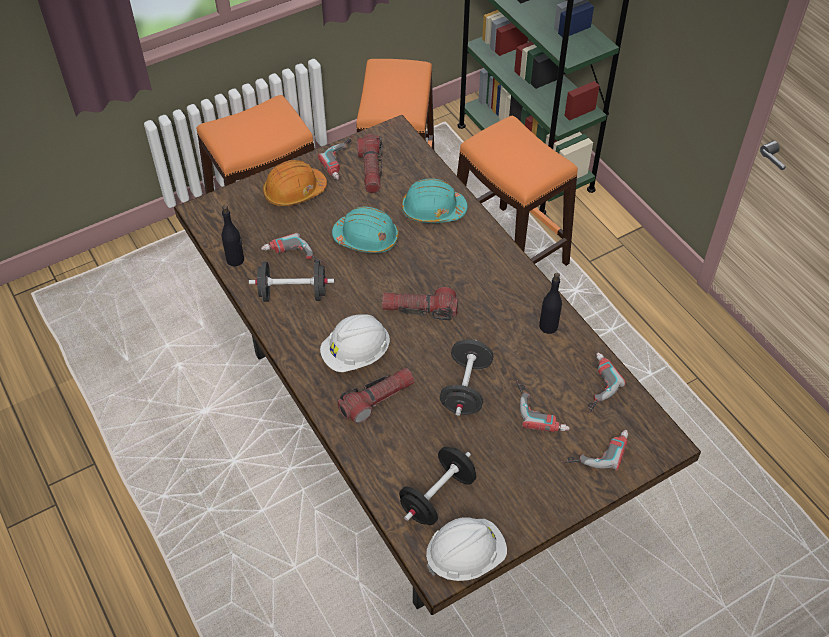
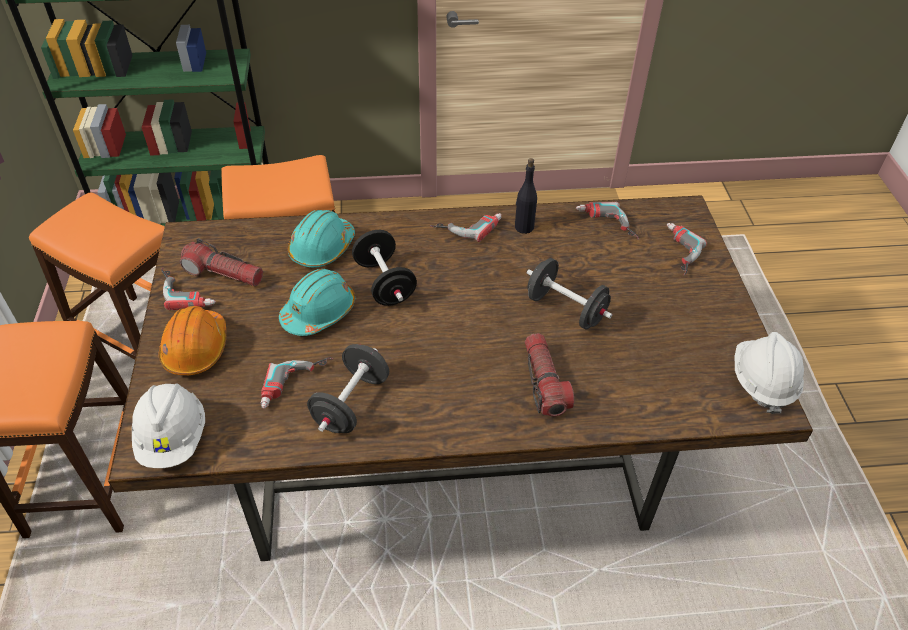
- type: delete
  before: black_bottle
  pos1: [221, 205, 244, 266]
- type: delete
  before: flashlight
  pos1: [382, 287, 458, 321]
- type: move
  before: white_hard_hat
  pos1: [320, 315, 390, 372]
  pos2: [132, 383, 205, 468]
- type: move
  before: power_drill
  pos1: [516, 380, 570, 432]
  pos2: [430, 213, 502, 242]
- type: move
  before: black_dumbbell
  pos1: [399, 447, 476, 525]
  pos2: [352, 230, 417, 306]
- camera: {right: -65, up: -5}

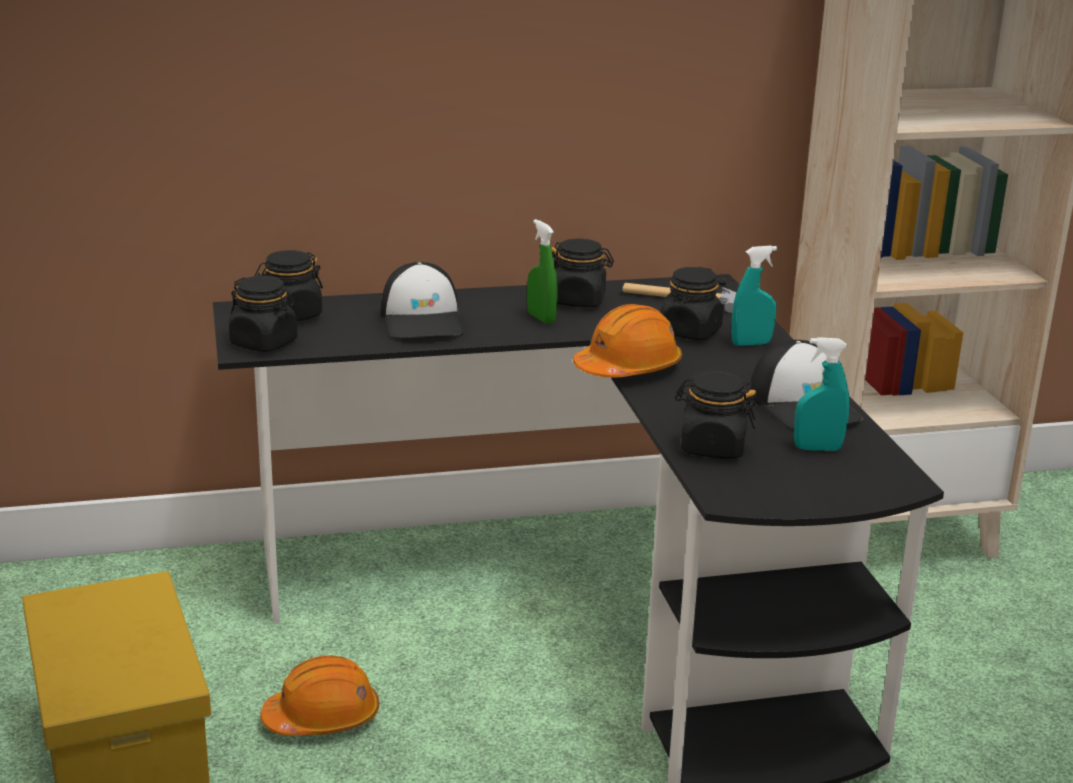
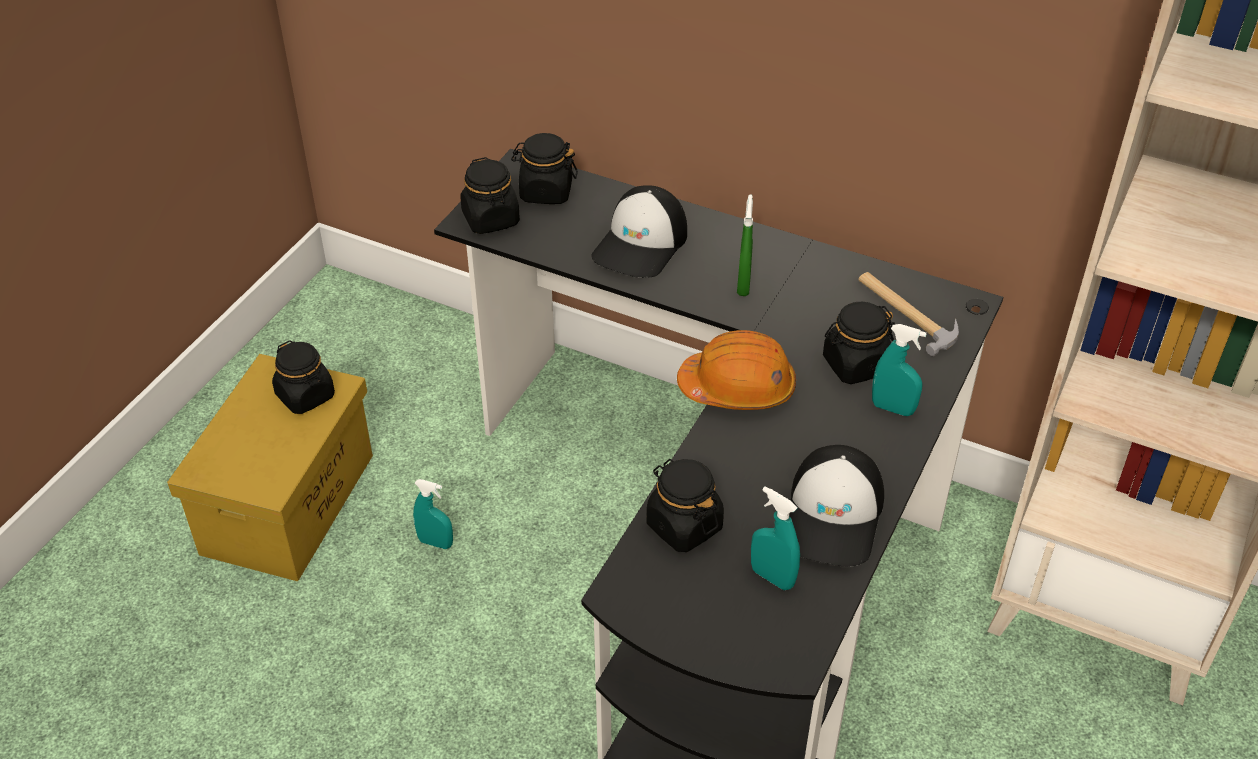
- type: move
  before: black_jar
  pos1: [551, 238, 614, 307]
  pos2: [272, 340, 335, 414]
- type: replace
  before: orange_hard_hat
  after: turquoise_spray_bottle
  pos1: [260, 655, 379, 736]
  pos2: [413, 479, 453, 549]
- camera: {right: 40, up: 20}

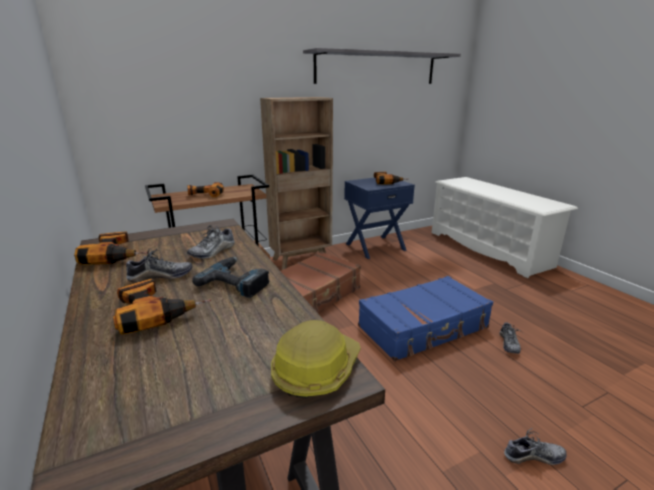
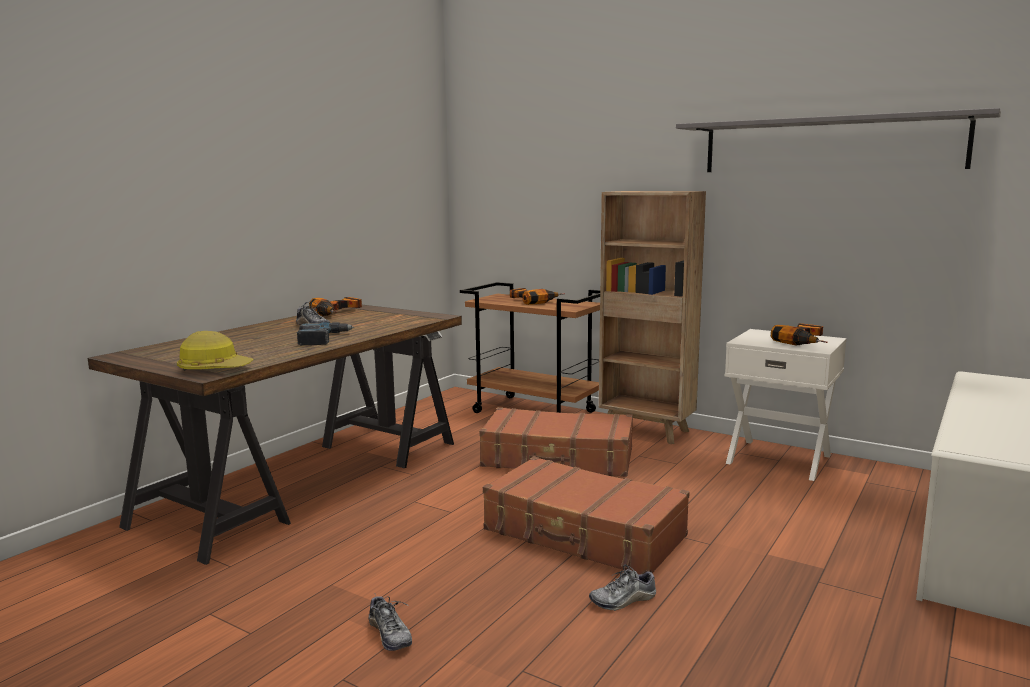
- type: recolor
  before: blue_nightstand
  after: white_nightstand
  pos1: [344, 178, 415, 259]
  pos2: [725, 329, 847, 481]
- type: delete
  before: shoe
  pos1: [187, 225, 235, 259]
- type: recolor
  before: blue_suitcase
  after: brown_suitcase
  pos1: [358, 276, 493, 361]
  pos2: [483, 456, 690, 575]
- type: delete
  before: power_drill
  pos1: [113, 279, 211, 335]
- camera: {right: 60, up: -10}

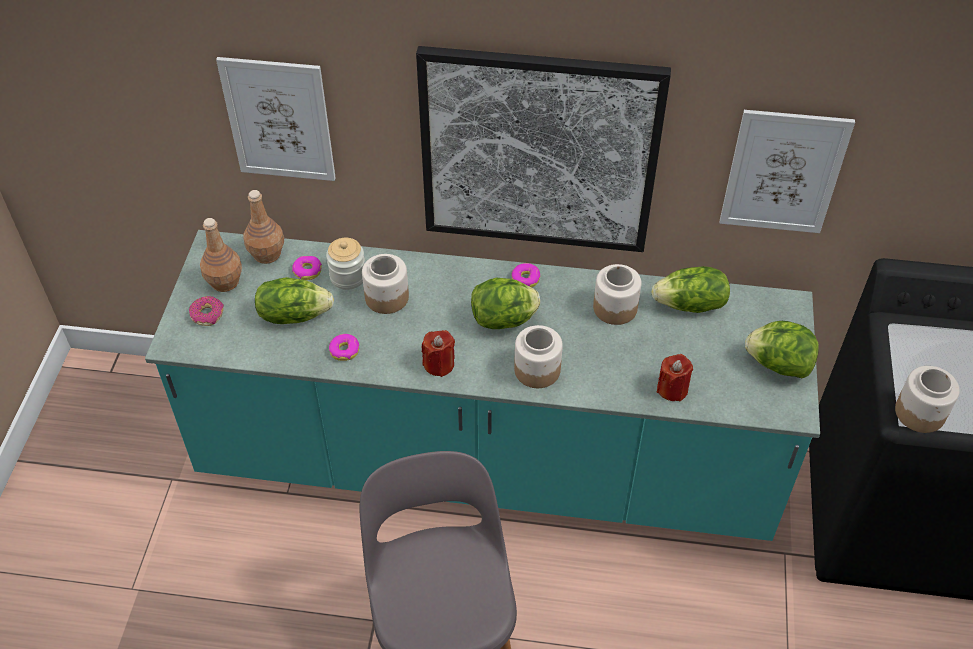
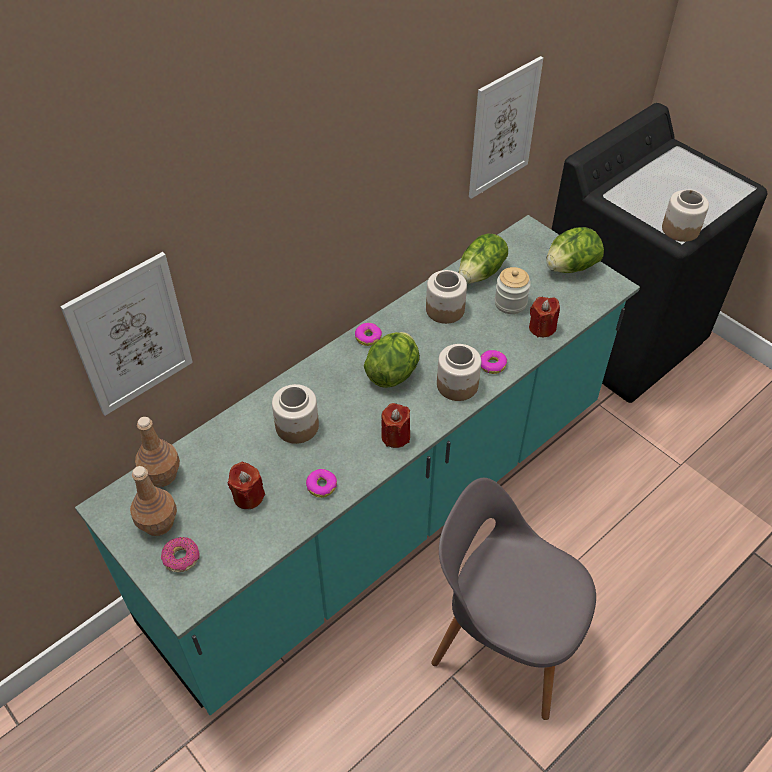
- type: delete
  before: picture
  pos1: [416, 46, 671, 252]
- type: move
  before: jar
  pos1: [326, 238, 365, 290]
  pos2: [495, 267, 531, 314]
- type: move
  before: donut
  pos1: [292, 256, 322, 280]
  pos2: [481, 350, 507, 374]
- type: replace
  before: lettuce
  after: red_candle
  pos1: [255, 277, 334, 324]
  pos2: [228, 462, 265, 509]
- camera: {right: -50, up: 0}

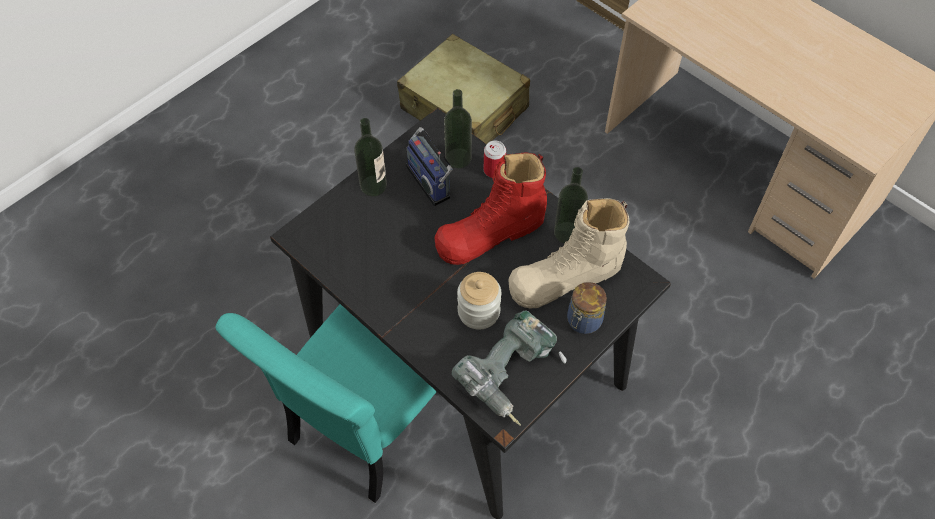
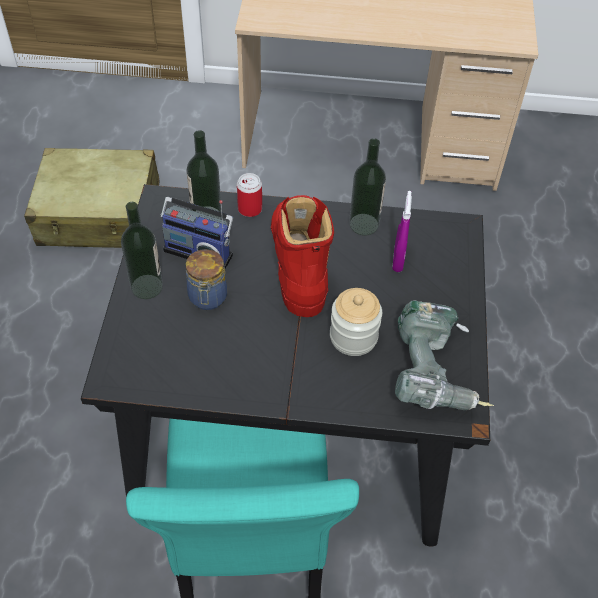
- type: rotate
  before: red_boot
  pos1: [435, 152, 547, 265]
  pos2: [271, 195, 334, 317]
  turn: 150
- type: replace
  before: beige_boot
  after: purple_spray_bottle
  pos1: [508, 198, 629, 309]
  pos2: [392, 191, 412, 272]
- type: move
  before: jar
  pos1: [567, 282, 607, 334]
  pos2: [186, 249, 227, 310]
- camera: {right: -40, up: -5}

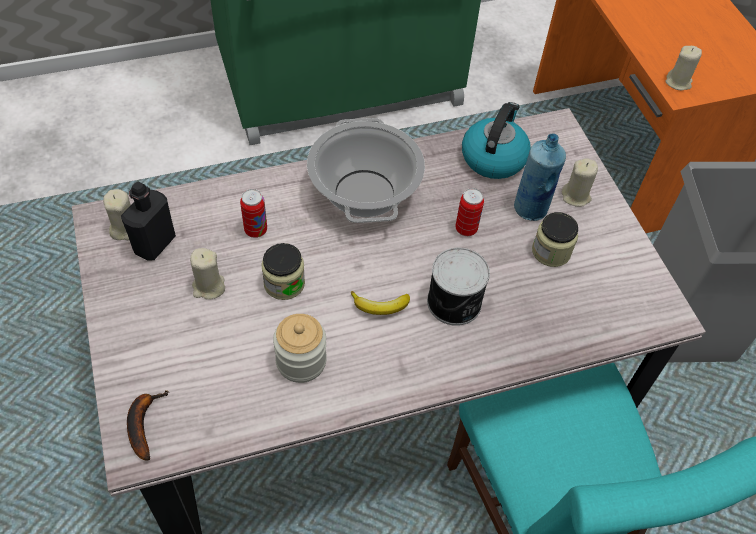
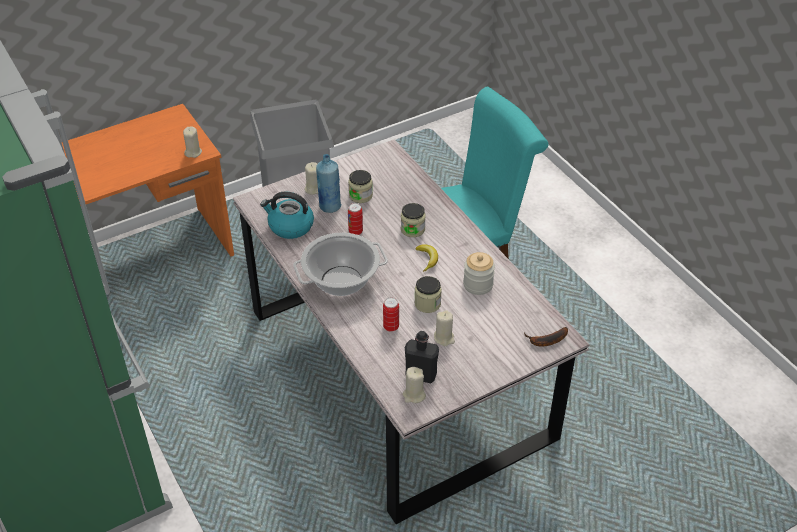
- type: replace
  before: can
  after: jar
  pos1: [427, 248, 490, 326]
  pos2: [401, 203, 426, 237]
- camera: {right: -100, up: -10}

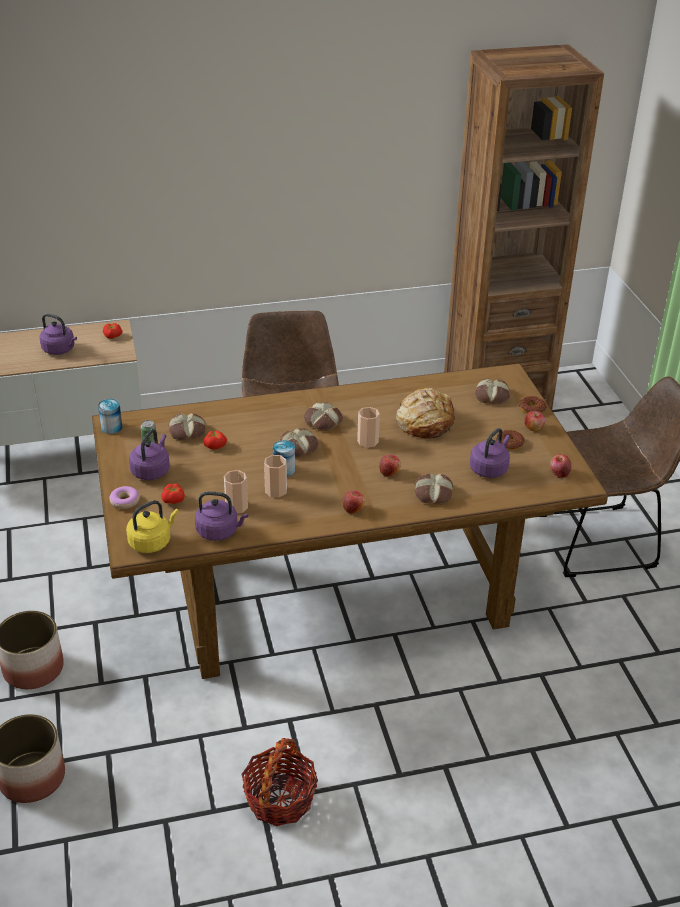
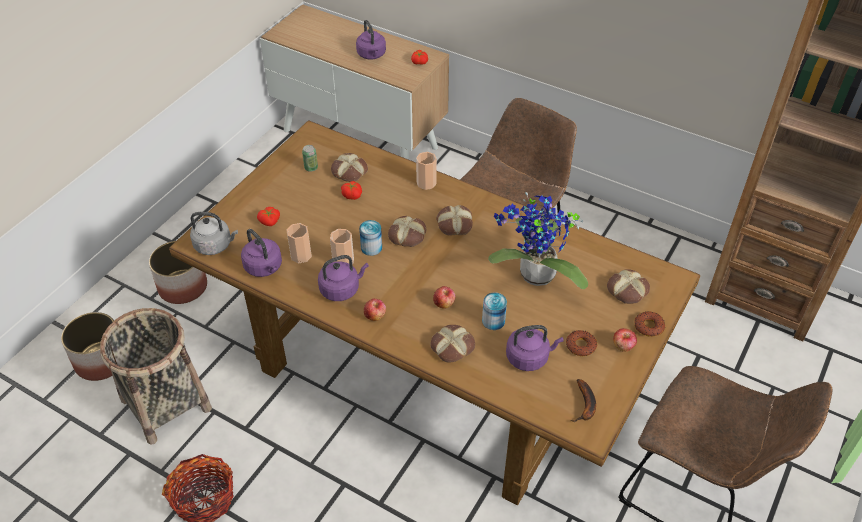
- type: replace
  before: bread
  after: potted_plant
  pos1: [396, 388, 455, 439]
  pos2: [488, 192, 588, 289]
- type: move
  before: can
  pos1: [98, 399, 122, 434]
  pos2: [482, 292, 507, 330]
- type: move
  before: cup
  pos1: [357, 407, 380, 448]
  pos2: [416, 152, 437, 190]
- type: move
  before: purple_kettle
  pos1: [129, 429, 170, 480]
  pos2: [318, 255, 369, 301]
- type: replace
  before: apple
  after: banana
  pos1: [550, 454, 571, 478]
  pos2: [571, 379, 596, 422]
- type: delete
  before: donut
  pos1: [109, 486, 140, 509]
- type: recolor
  before: yellow_kettle
  after: grey_kettle
  pos1: [126, 500, 179, 553]
  pos2: [190, 212, 238, 255]
- type: insert
  after: basket
  pos2: [100, 308, 212, 445]
- camera: {right: 45, up: 10}

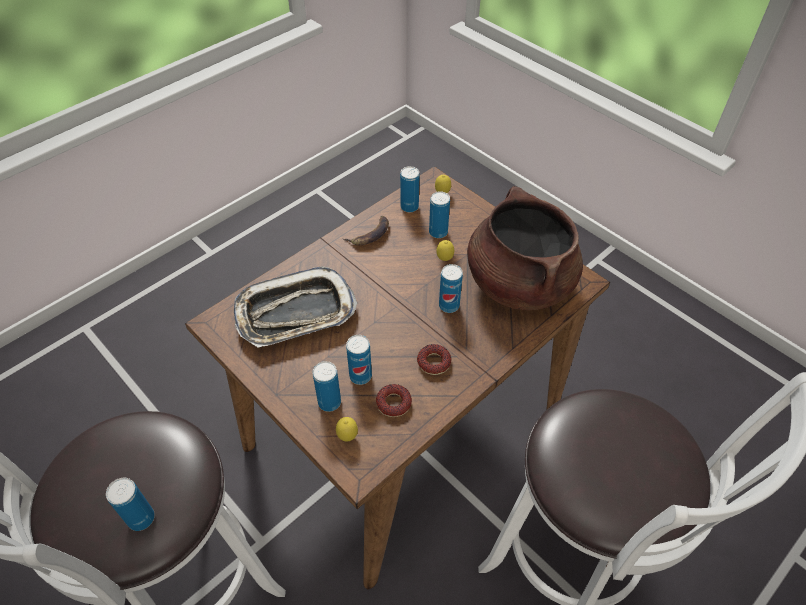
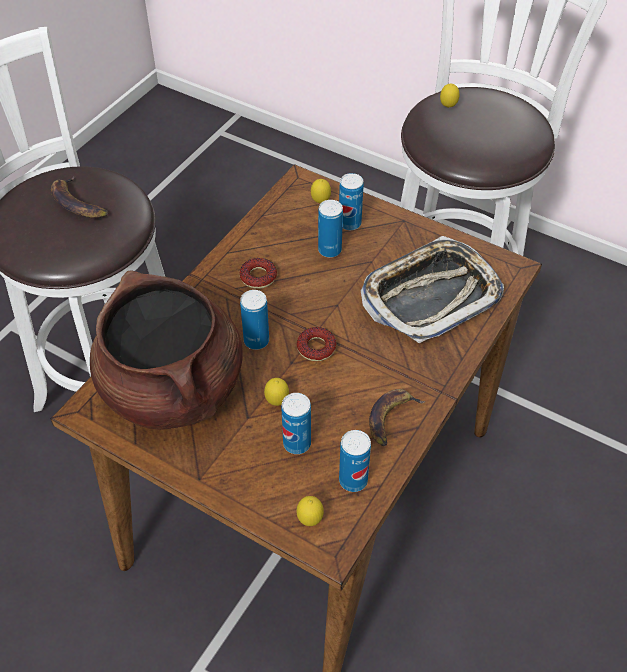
- type: move
  before: donut
  pos1: [376, 384, 412, 417]
  pos2: [297, 327, 336, 361]
- type: replace
  before: can
  after: lemon
  pos1: [106, 478, 155, 531]
  pos2: [440, 84, 460, 108]
- type: insert
  after: banana
  pos2: [51, 176, 109, 218]
- camera: {right: 165, up: 0}

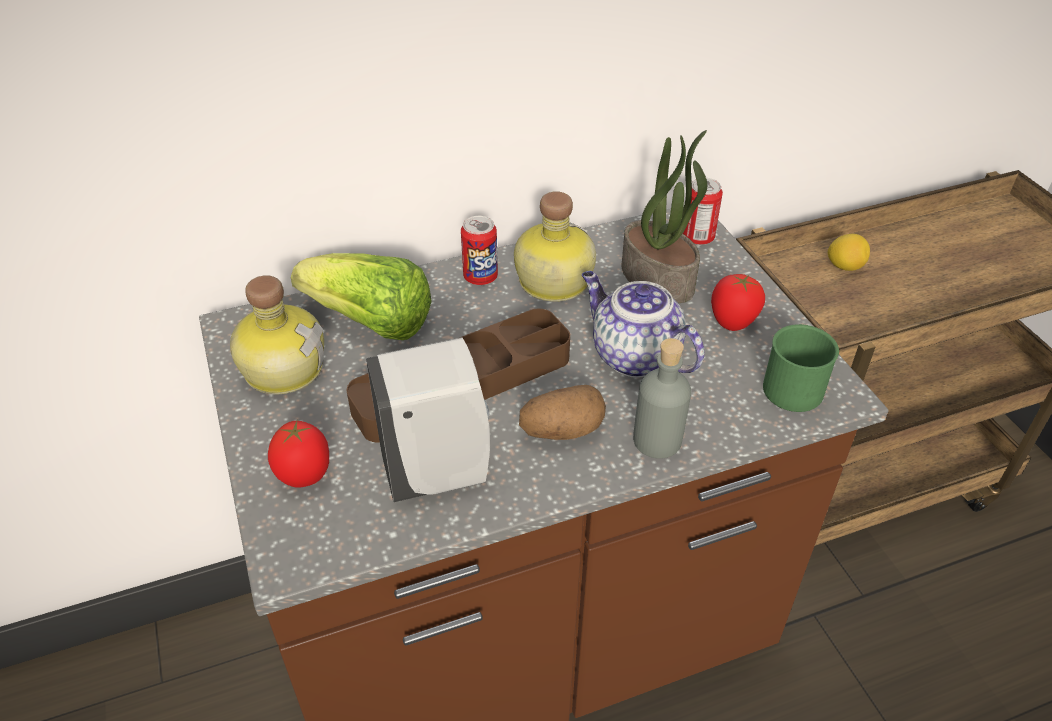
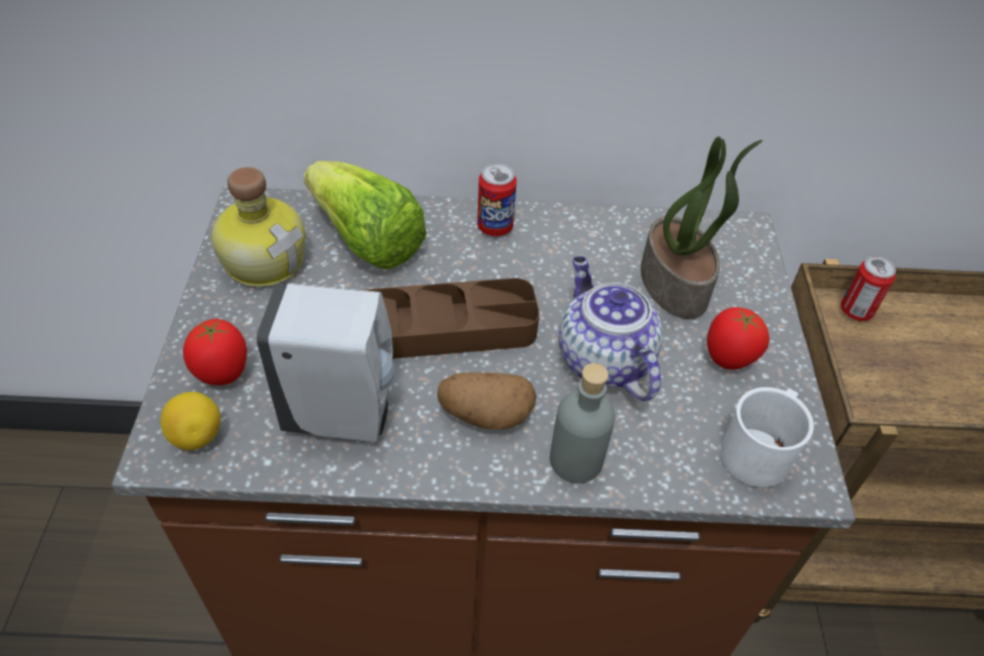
- type: move
  before: can
  pos1: [683, 178, 723, 245]
  pos2: [841, 256, 896, 321]
- type: delete
  before: bottle
  pos1: [514, 192, 596, 302]
- type: move
  before: lemon
  pos1: [828, 234, 870, 271]
  pos2: [160, 392, 221, 450]
- type: recolor
  before: green_mug
  after: white_mug
  pos1: [763, 324, 839, 412]
  pos2: [720, 387, 814, 487]
- camera: {right: 20, up: 5}

